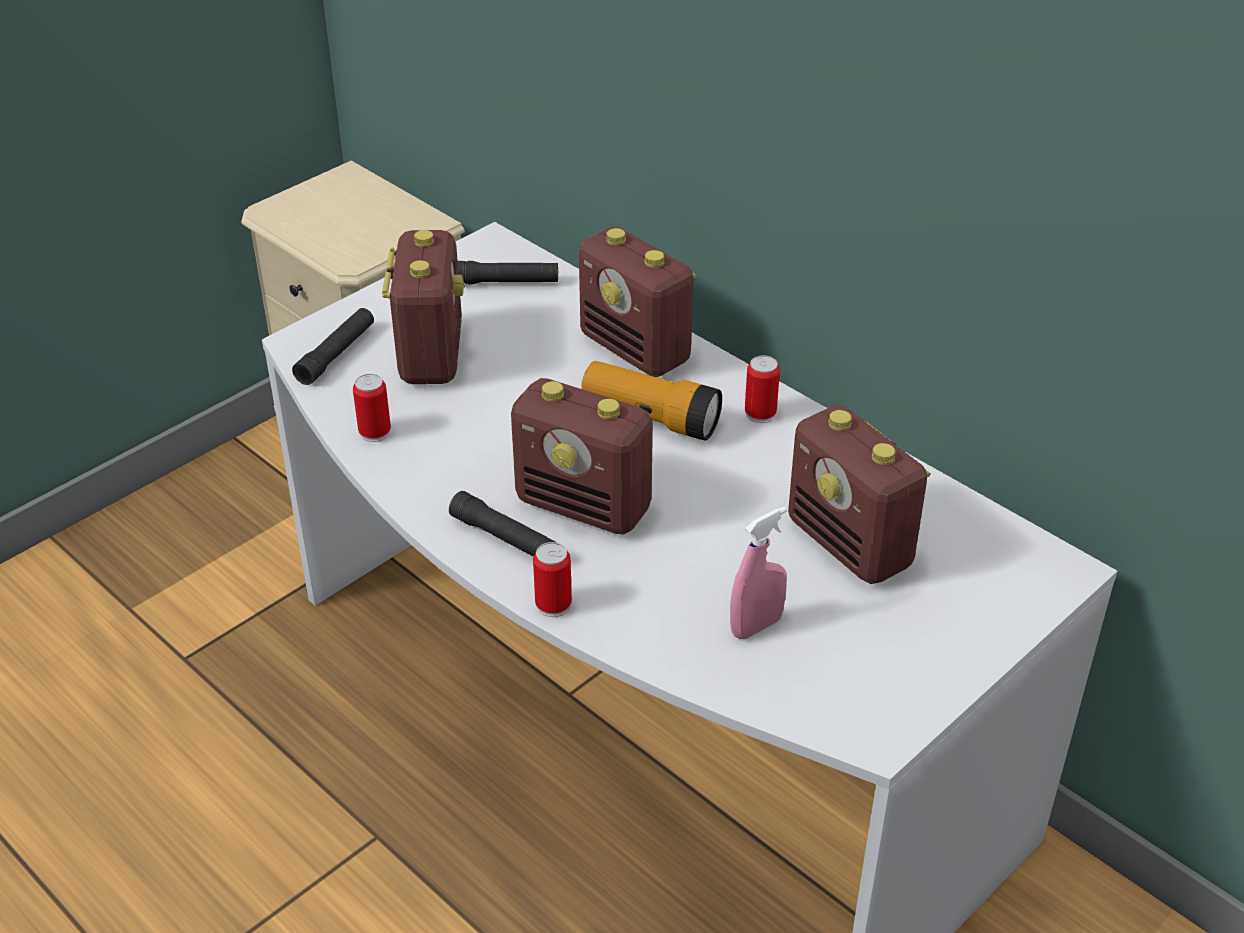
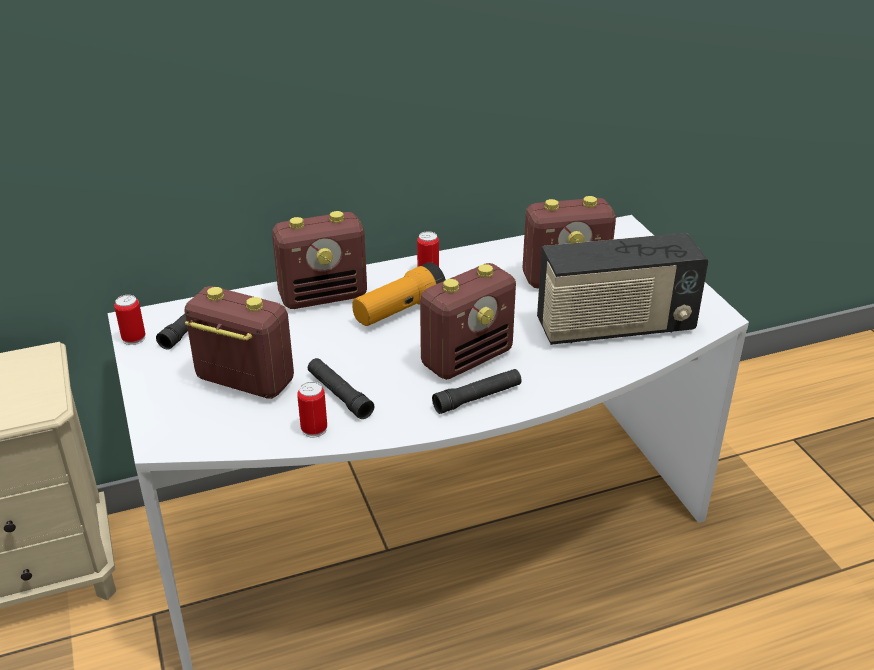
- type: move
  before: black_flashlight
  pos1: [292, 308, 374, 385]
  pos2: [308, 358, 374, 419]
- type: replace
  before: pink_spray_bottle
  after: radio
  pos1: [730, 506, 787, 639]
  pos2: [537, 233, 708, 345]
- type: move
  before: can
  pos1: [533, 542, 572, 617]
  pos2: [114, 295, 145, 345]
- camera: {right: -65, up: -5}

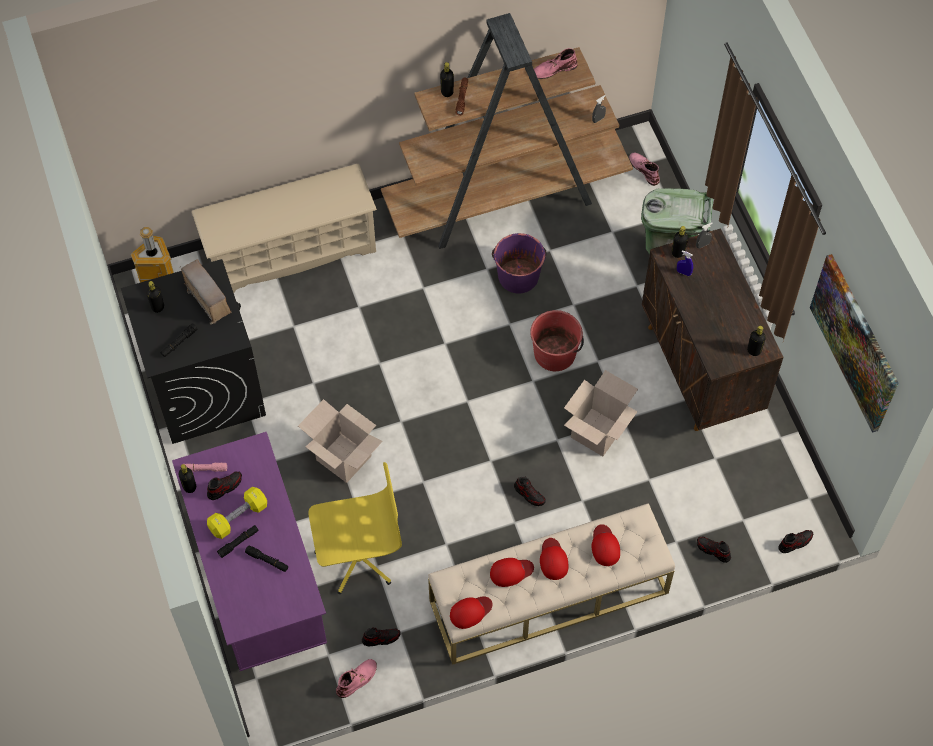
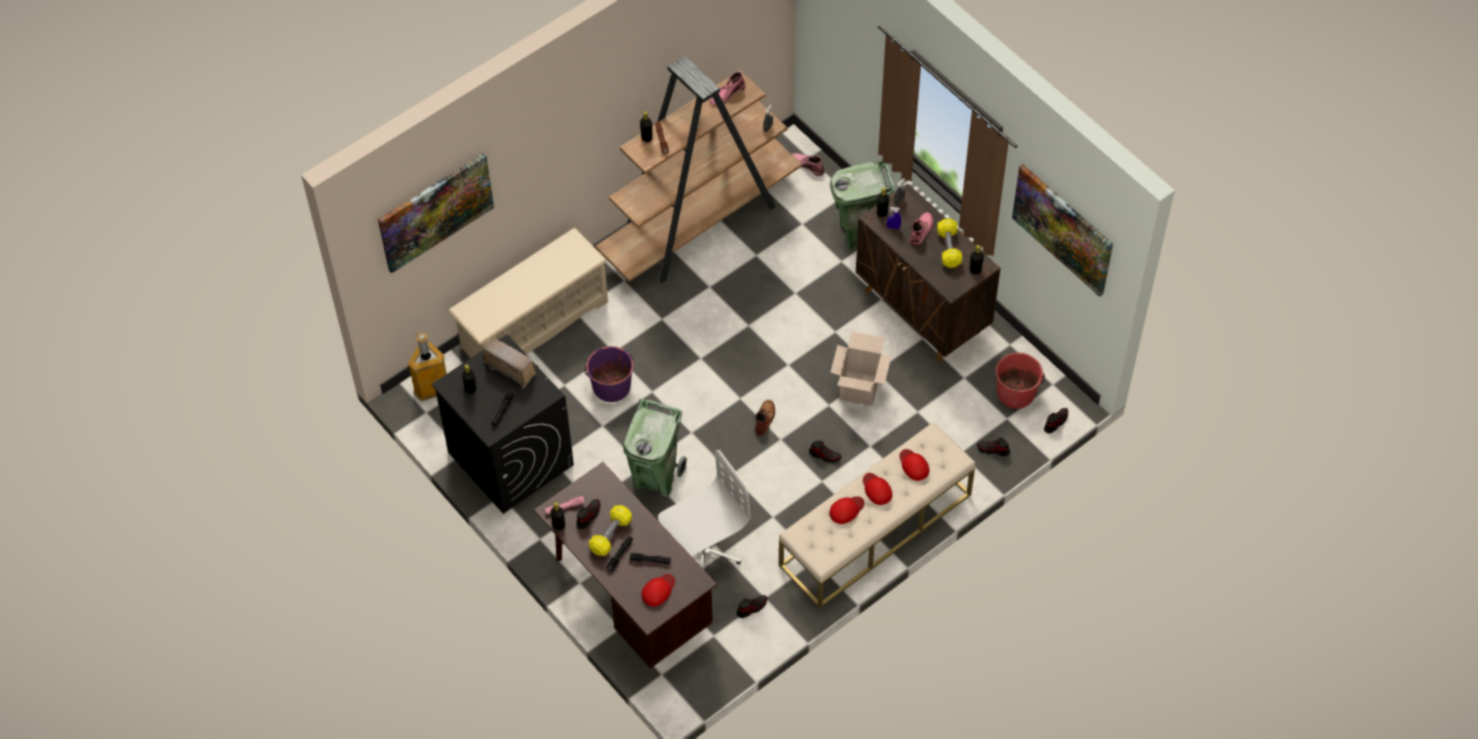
- type: move
  before: purple_bucket
  pos1: [492, 233, 547, 294]
  pos2: [584, 346, 634, 402]
- type: move
  before: red_bucket
  pos1: [530, 310, 584, 371]
  pos2: [996, 352, 1045, 409]
- type: replace
  before: cardboard_box
  after: green_trash_can
  pos1: [298, 399, 383, 483]
  pos2: [623, 399, 687, 497]
- type: recolor
  before: purple_desk
  after: brown_desk
  pos1: [172, 432, 327, 671]
  pos2: [534, 462, 717, 669]
- type: recolor
  before: yellow_office_chair
  after: white_office_chair
  pos1: [308, 462, 402, 594]
  pos2: [658, 450, 750, 569]
- type: move
  before: red_cap
  pos1: [450, 596, 492, 629]
  pos2: [642, 574, 675, 607]
- type: move
  before: pink_boot
  pos1: [336, 659, 377, 698]
  pos2: [909, 212, 933, 246]
- type: insert
  after: picture
  pos2: [378, 153, 494, 273]
- type: insert
  after: yellow_dumbbell
  pos2: [937, 218, 962, 268]
- type: insert
  after: brown_boot
  pos2: [755, 400, 775, 436]
- camera: {right: -20, up: -5}

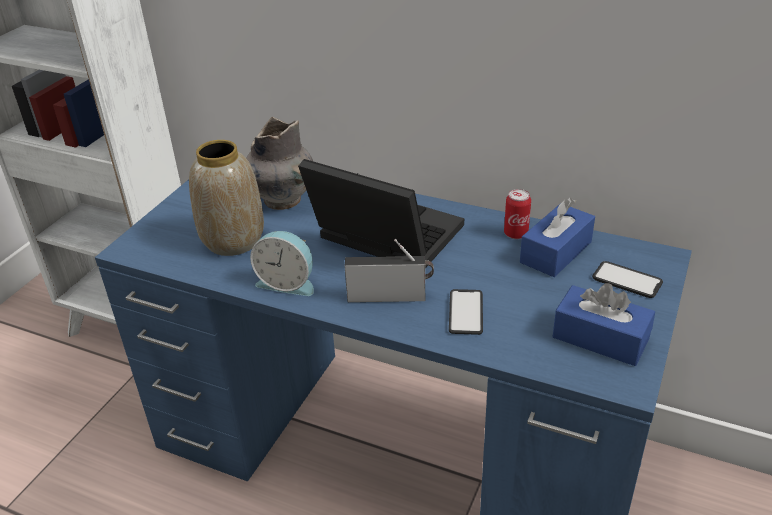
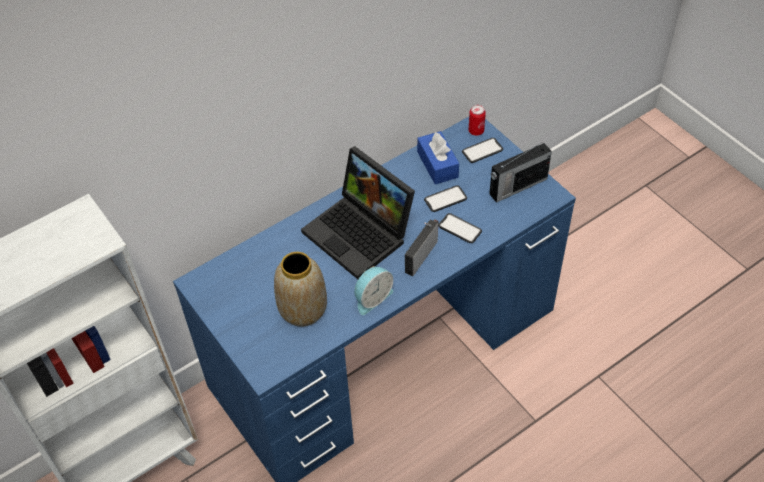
- type: delete
  before: grey_vase
  pos1: [246, 117, 313, 210]
- type: rotate
  before: laptop
  pos1: [298, 159, 464, 268]
  pos2: [301, 146, 415, 279]
  turn: -105
- type: move
  before: can
  pos1: [504, 189, 531, 239]
  pos2: [468, 105, 486, 136]
- type: replace
  before: blue_tissue_box
  after: radio
  pos1: [553, 283, 655, 366]
  pos2: [489, 142, 552, 203]
- type: insert
  after: phone
  pos2: [424, 185, 467, 212]
- camera: {right: -60, up: 15}

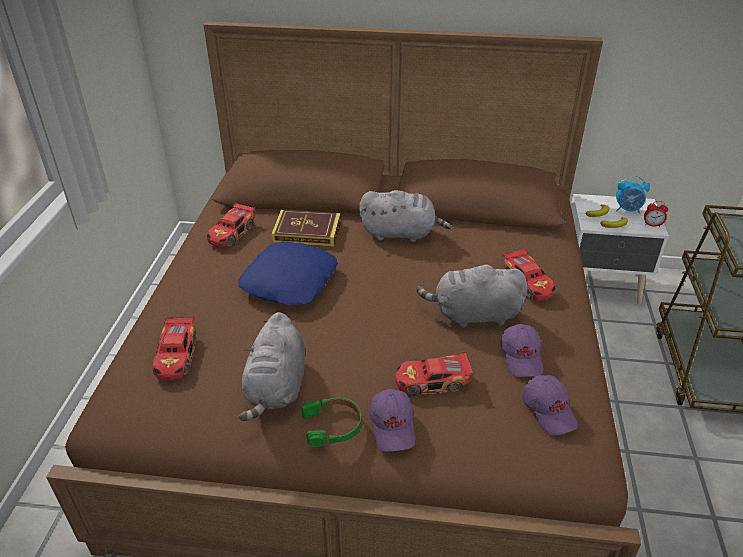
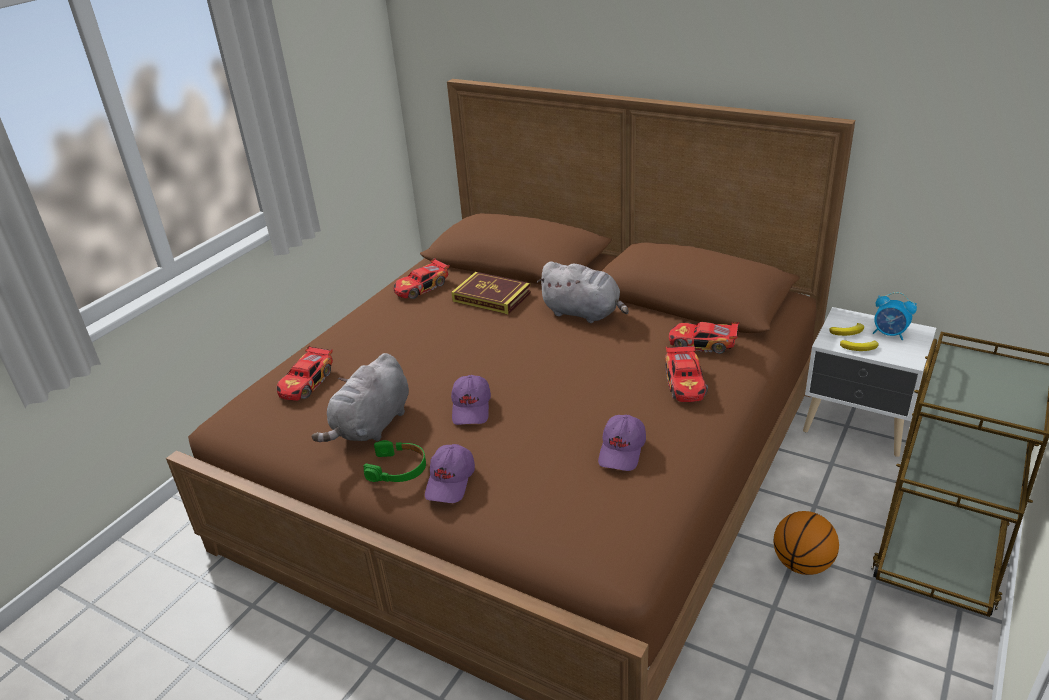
- type: delete
  before: alarm_clock
  pos1: [644, 201, 668, 227]
- type: delete
  before: blue_pillow
  pos1: [239, 242, 338, 305]
- type: delete
  before: grey_plush_toy
  pos1: [416, 261, 528, 328]
- type: move
  before: toy_car
  pos1: [395, 351, 474, 396]
  pos2: [669, 322, 740, 354]
- type: move
  before: purple_cap
  pos1: [522, 375, 578, 436]
  pos2: [451, 375, 491, 425]
- type: insert
  after: basketball
  pos2: [773, 511, 839, 575]
- camera: {right: 25, up: -5}

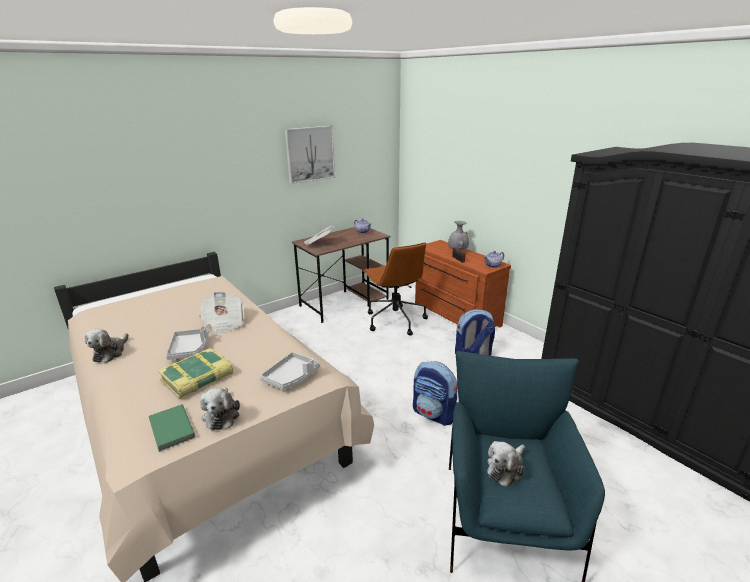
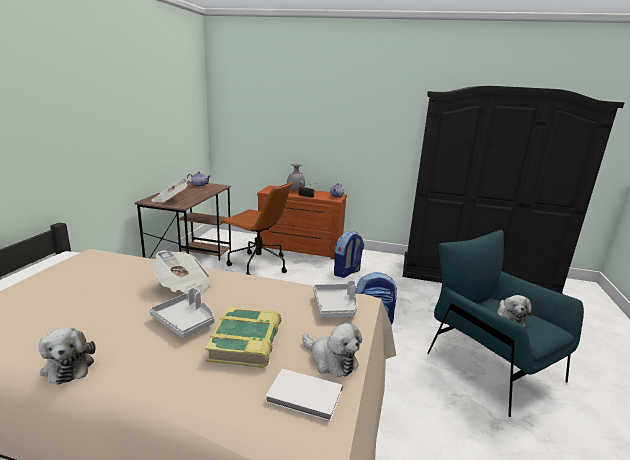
- type: delete
  before: picture
  pos1: [285, 126, 335, 184]
- type: recolor
  before: green_book
  after: white_book
  pos1: [149, 404, 195, 452]
  pos2: [266, 369, 343, 421]
- camera: {right: -40, up: -5}

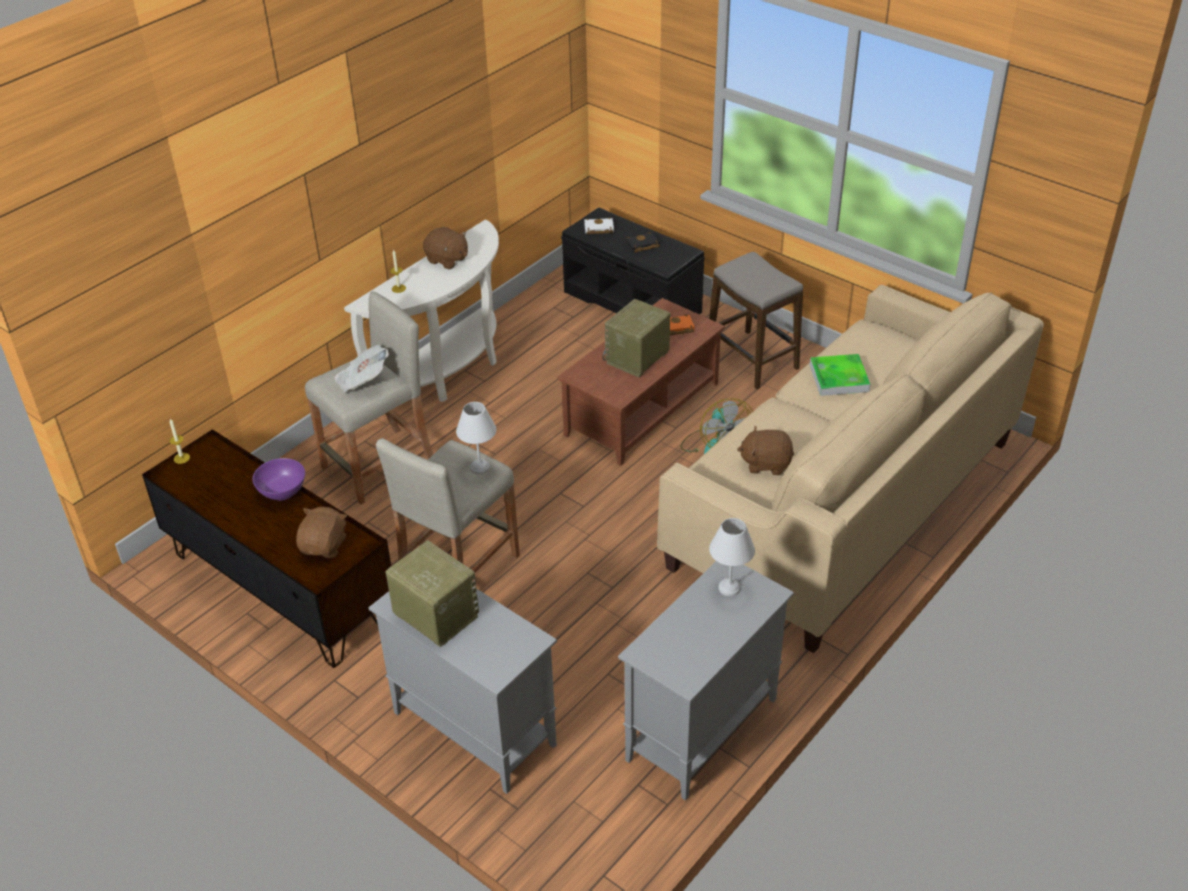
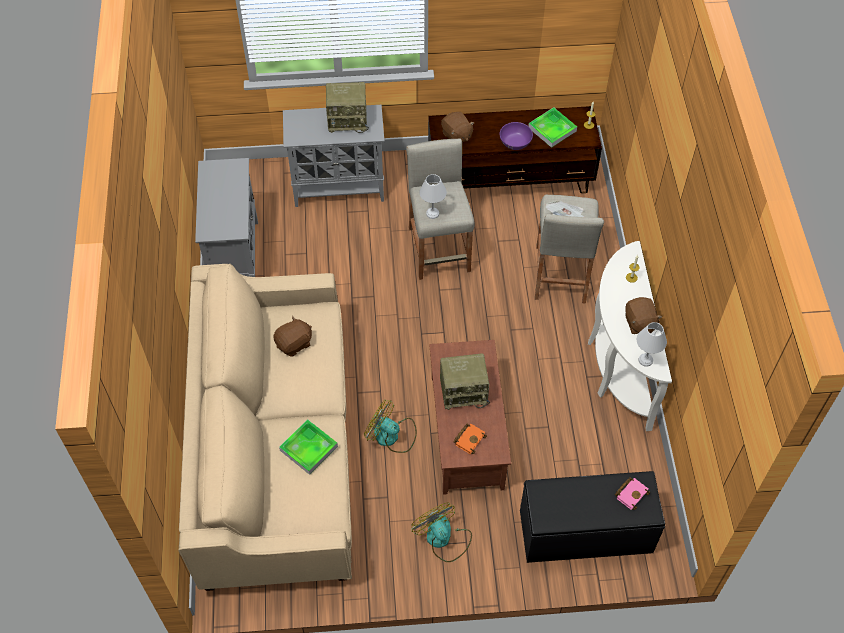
- type: recolor
  before: white_book
  after: pink_book
  pos1: [584, 217, 614, 235]
  pos2: [615, 477, 650, 510]
- type: rotate
  before: brown_plush_toy
  pos1: [423, 227, 468, 269]
  pos2: [625, 297, 662, 334]
  turn: -90
- type: delete
  before: black_book
  pos1: [626, 232, 660, 253]
- type: replace
  before: stool
  after: fan
  pos1: [709, 252, 803, 389]
  pos2: [412, 502, 472, 562]
- type: rotate
  before: radio
  pos1: [602, 299, 670, 378]
  pos2: [440, 353, 490, 410]
  turn: 90
- type: move
  before: white_table_lamp
  pos1: [709, 518, 755, 596]
  pos2: [637, 322, 667, 367]
- type: insert
  after: tray
  pos2: [528, 107, 577, 148]
- camera: {right: 135, up: 15}

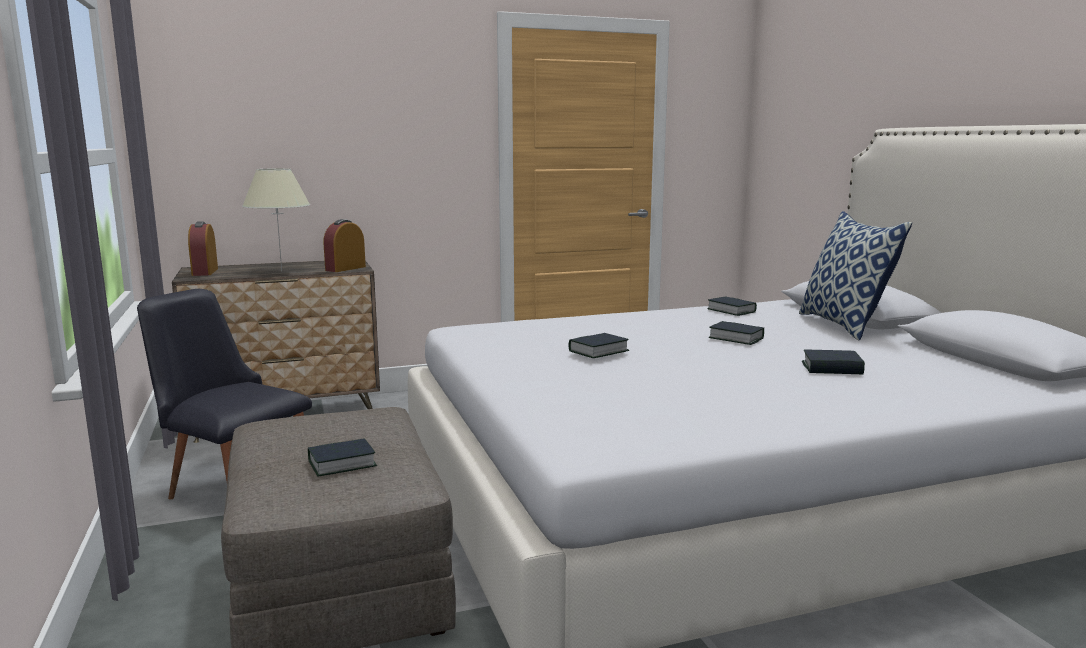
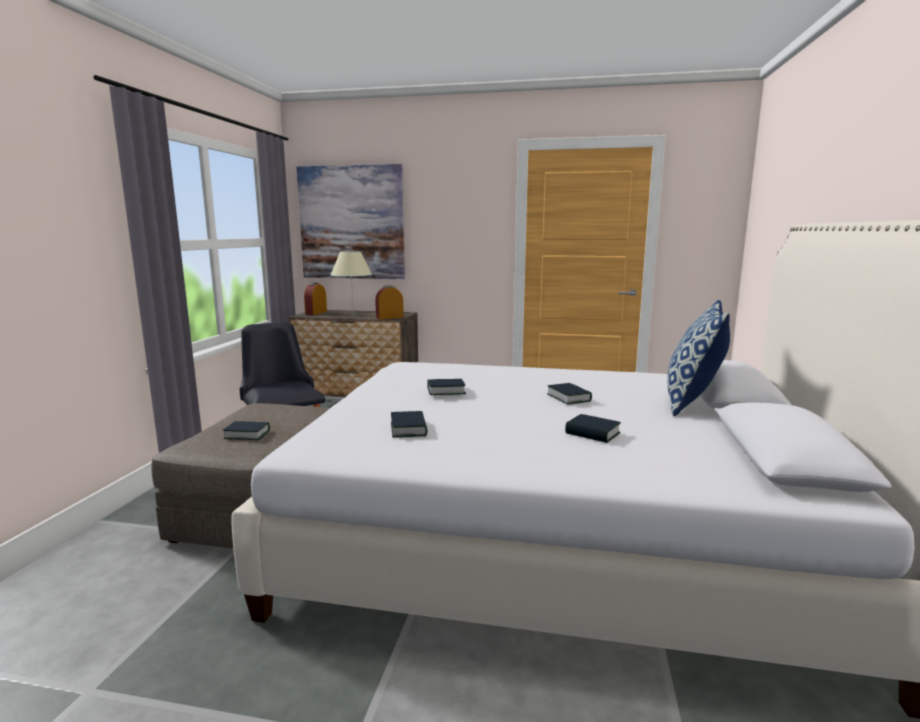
- type: move
  before: book
  pos1: [707, 296, 757, 316]
  pos2: [391, 411, 427, 438]
- type: insert
  after: picture
  pos2: [296, 164, 405, 279]
- camera: {right: 30, up: 0}

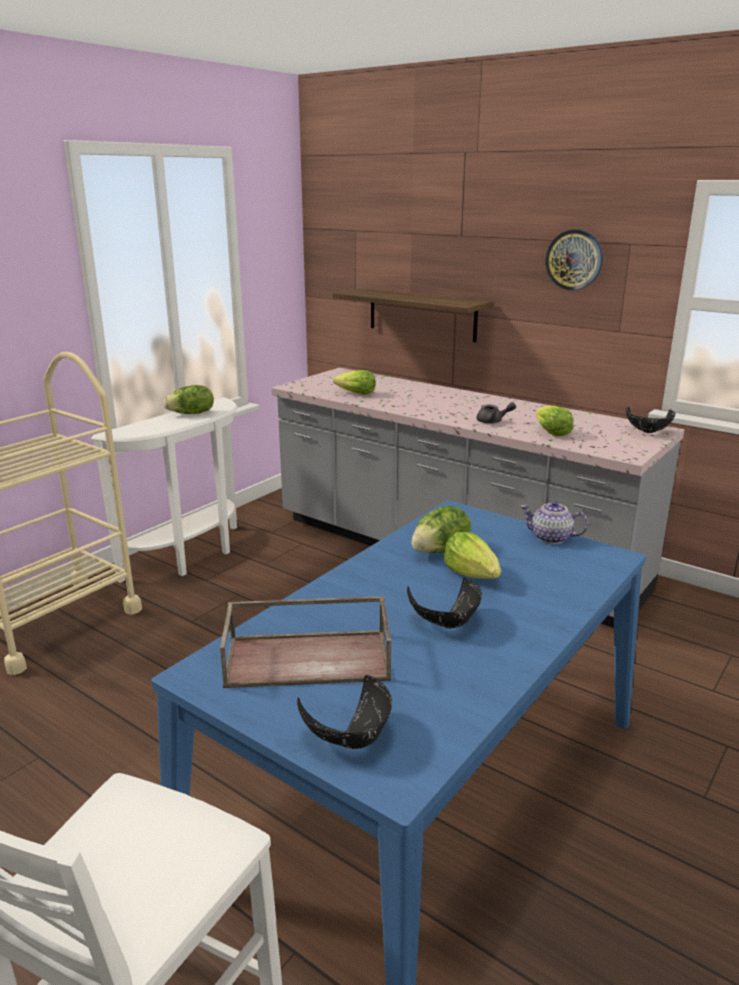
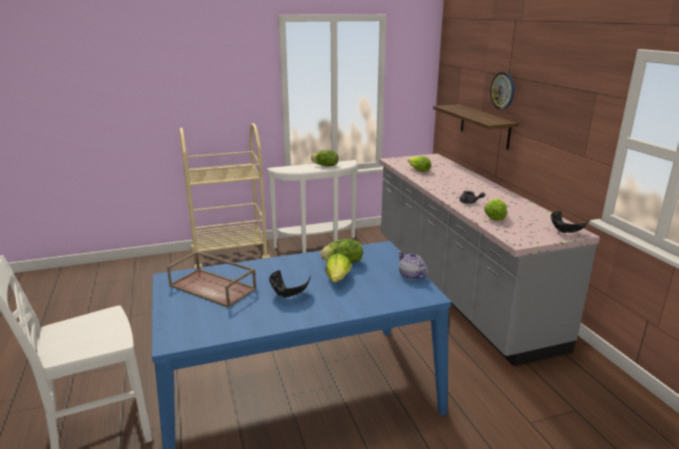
- type: move
  before: wall_clock
  pos1: [545, 229, 603, 291]
  pos2: [490, 72, 515, 109]
- type: delete
  before: black_bowl
  pos1: [297, 675, 392, 749]
- camera: {right: 35, up: 0}

